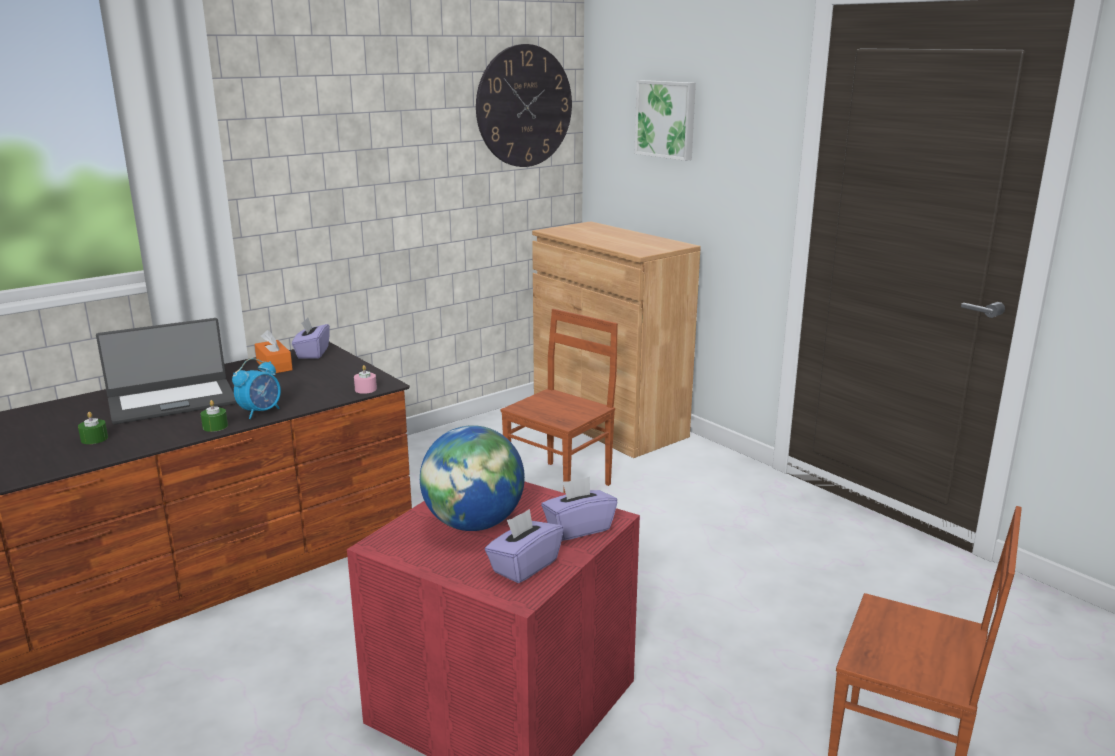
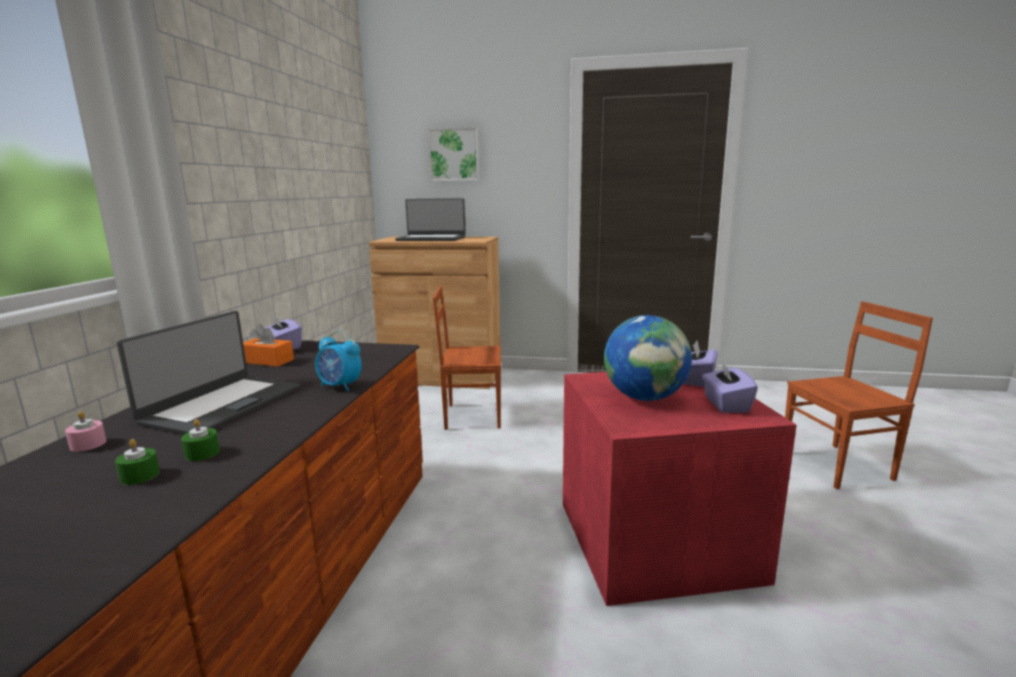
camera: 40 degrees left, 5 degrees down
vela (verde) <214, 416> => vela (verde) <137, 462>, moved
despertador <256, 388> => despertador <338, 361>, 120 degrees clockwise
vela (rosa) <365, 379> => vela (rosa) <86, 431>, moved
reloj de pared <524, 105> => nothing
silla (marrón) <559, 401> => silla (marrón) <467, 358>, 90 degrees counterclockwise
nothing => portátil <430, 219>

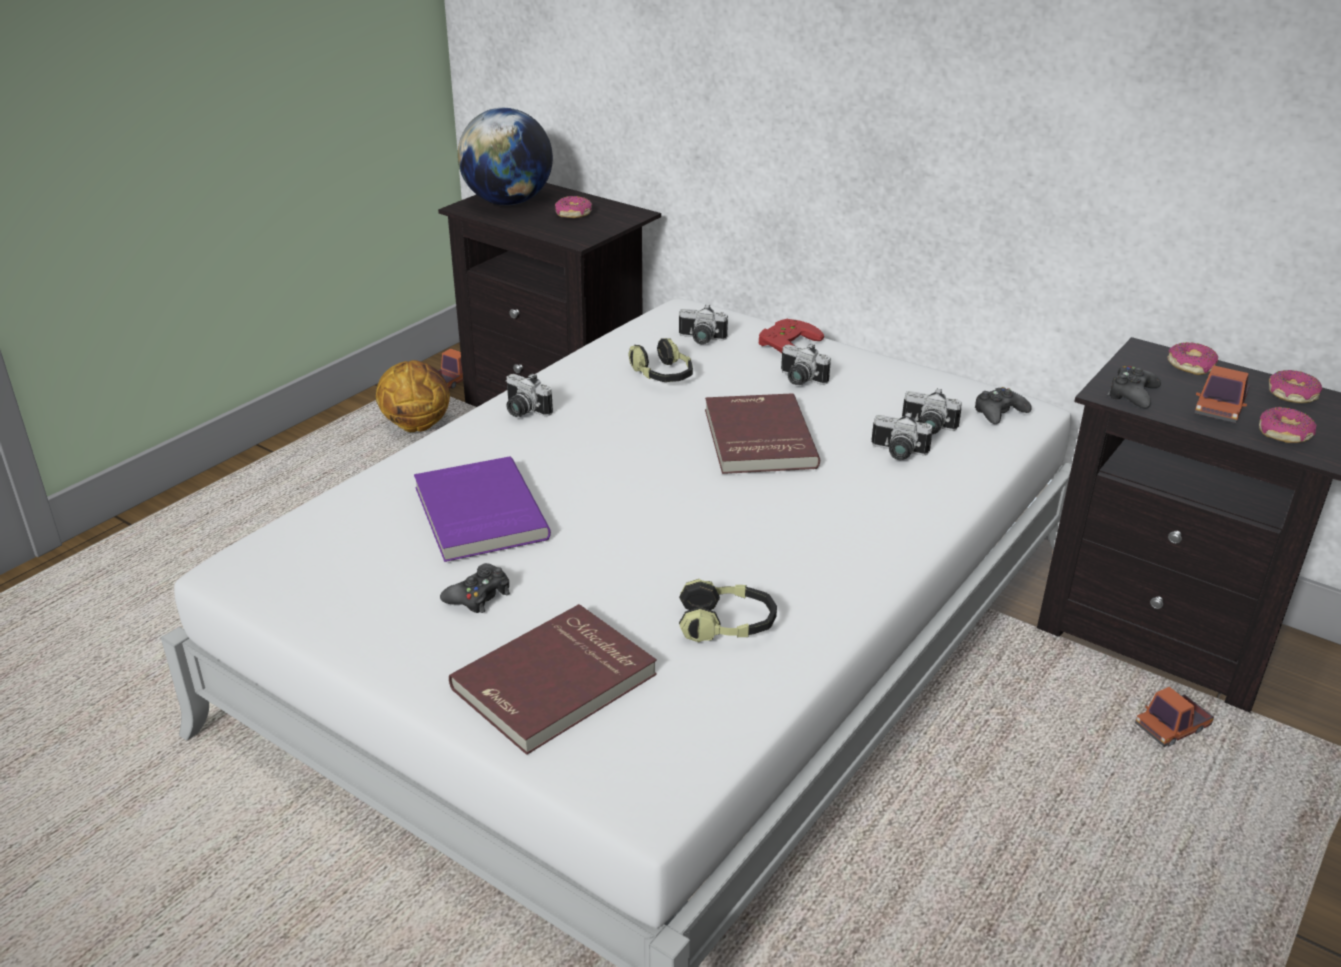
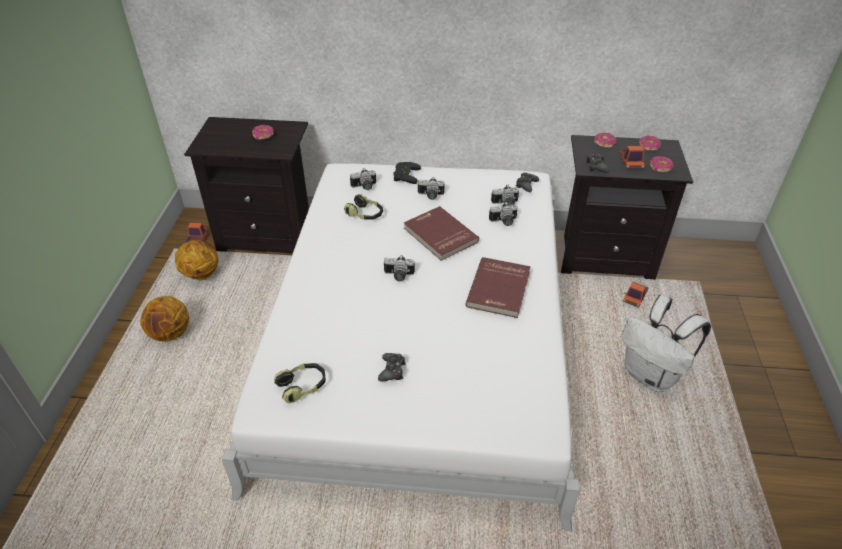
camera: 30 degrees left, 10 degrees up
libro (morado) <482, 509> => nothing
libro (rojo) <553, 679> => libro (rojo) <498, 287>, moved
globo terráqueo <505, 156> => nothing
cámara <529, 395> => cámara <399, 268>, moved
auriculares <728, 610> => auriculares <300, 383>, moved
mando de consola (rojo) <791, 336> => mando de consola (negro) <407, 173>
nothing => balón de baloncesto <164, 319>
nothing => mochila (blanco) <666, 343>

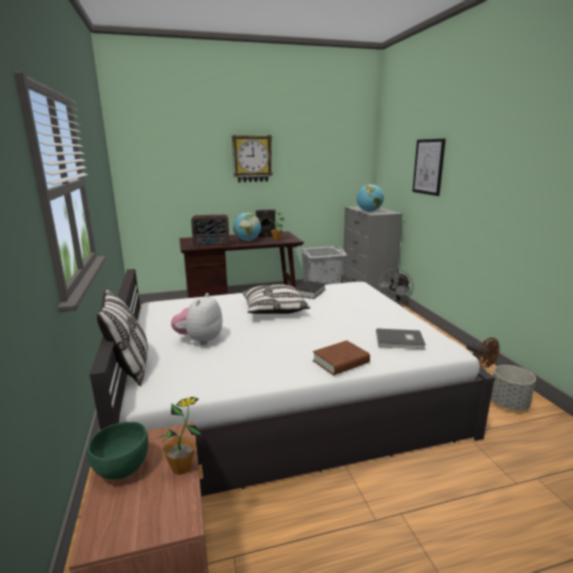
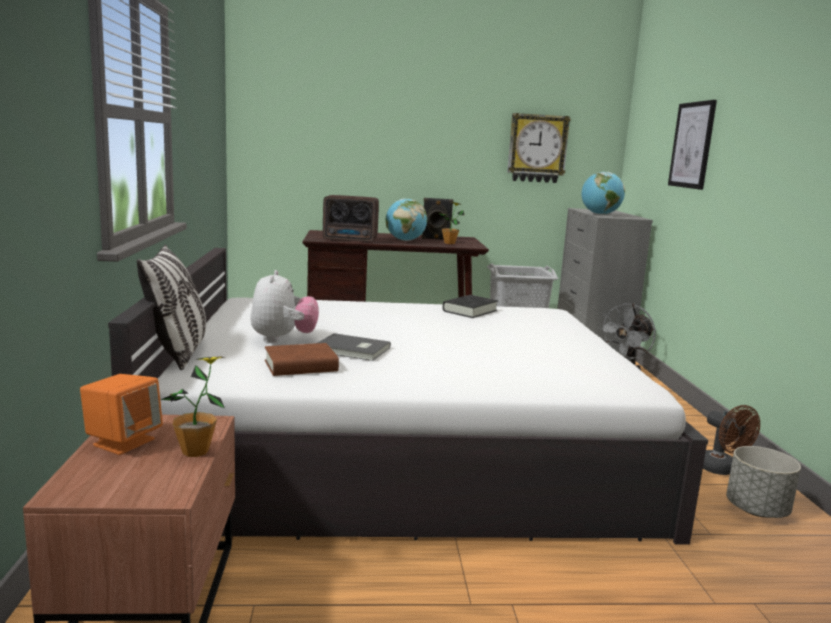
camera: 10 degrees right, 5 degrees down
cuenco (verde) <118, 450> => altavoz (naranja) <121, 414>
peluche <196, 319> => peluche <284, 306>, 150 degrees clockwise
reloj de pared <252, 158> => reloj de pared <539, 148>, moved
cojín <276, 299> => nothing
libro (marrón) <341, 357> => libro (marrón) <302, 359>, moved
libro (gris) <401, 338> => libro (gris) <354, 347>, moved

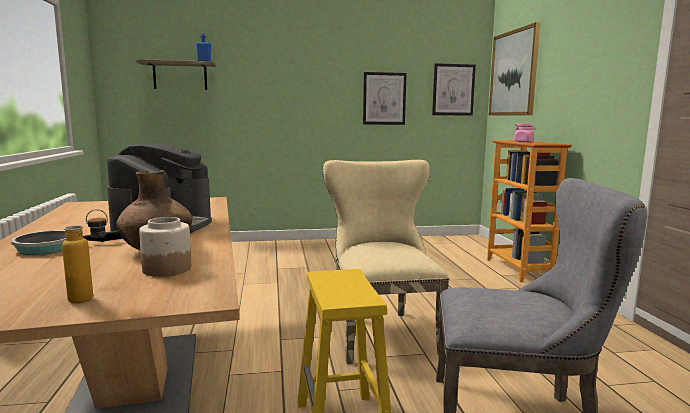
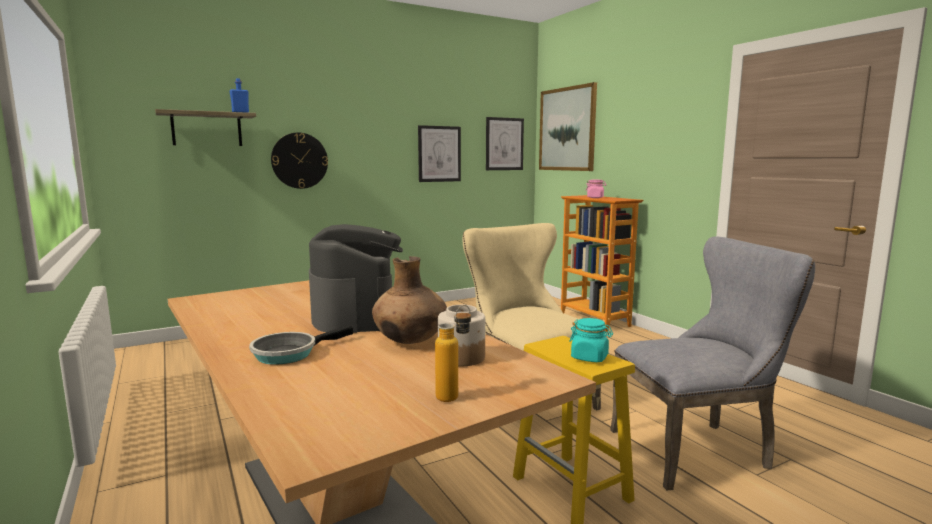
camera: 20 degrees left, 0 degrees up
nothing => reloj de pared <299, 160>
nothing => tarro (turquesa) <591, 340>

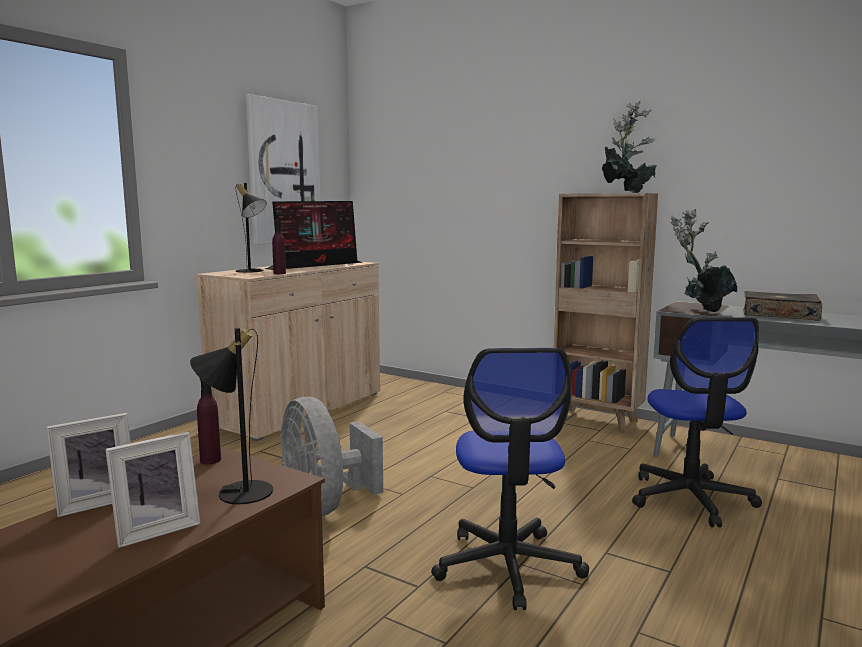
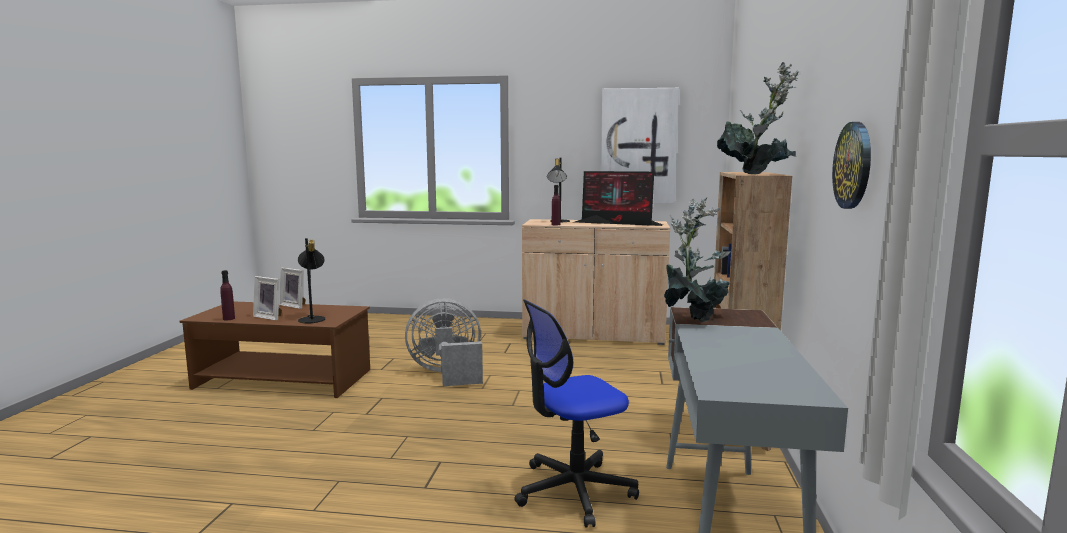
camera: 65 degrees right, 0 degrees up
botella (morado) <209, 421> => botella (morado) <227, 295>, moved
ventilador (gris) <331, 456> => ventilador (gris) <444, 342>, 45 degrees clockwise
silla de oficina <510, 479> => nothing
libro <782, 306> => nothing
nothing => reloj de pared <851, 165>

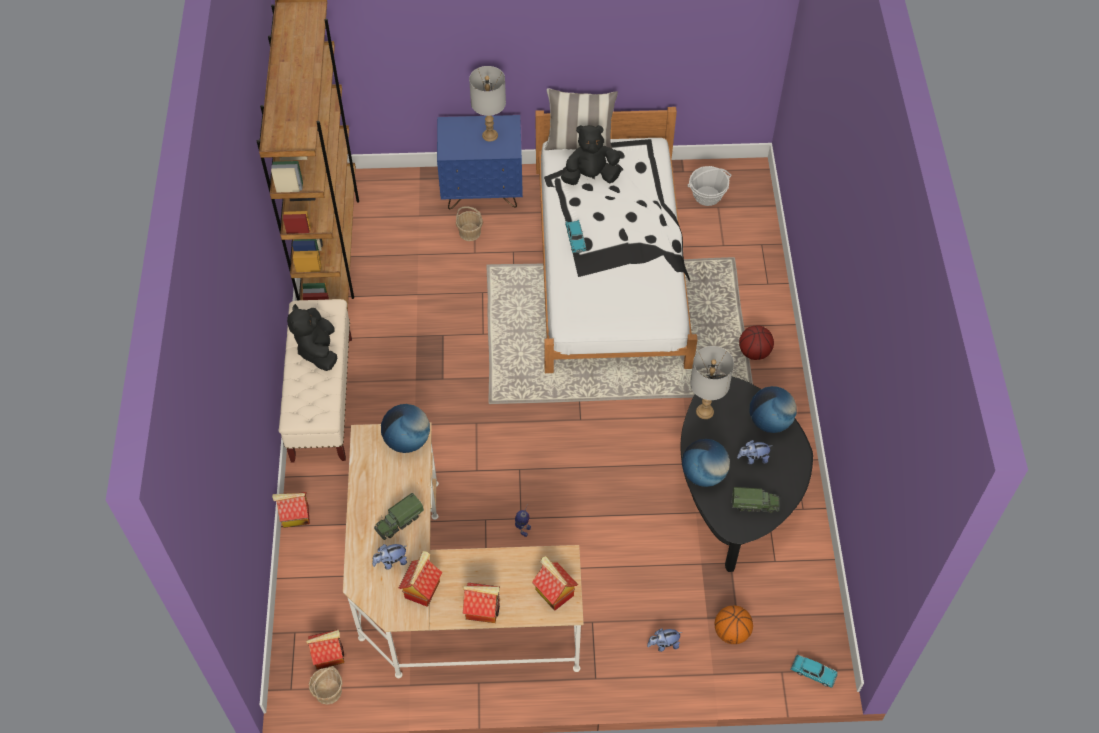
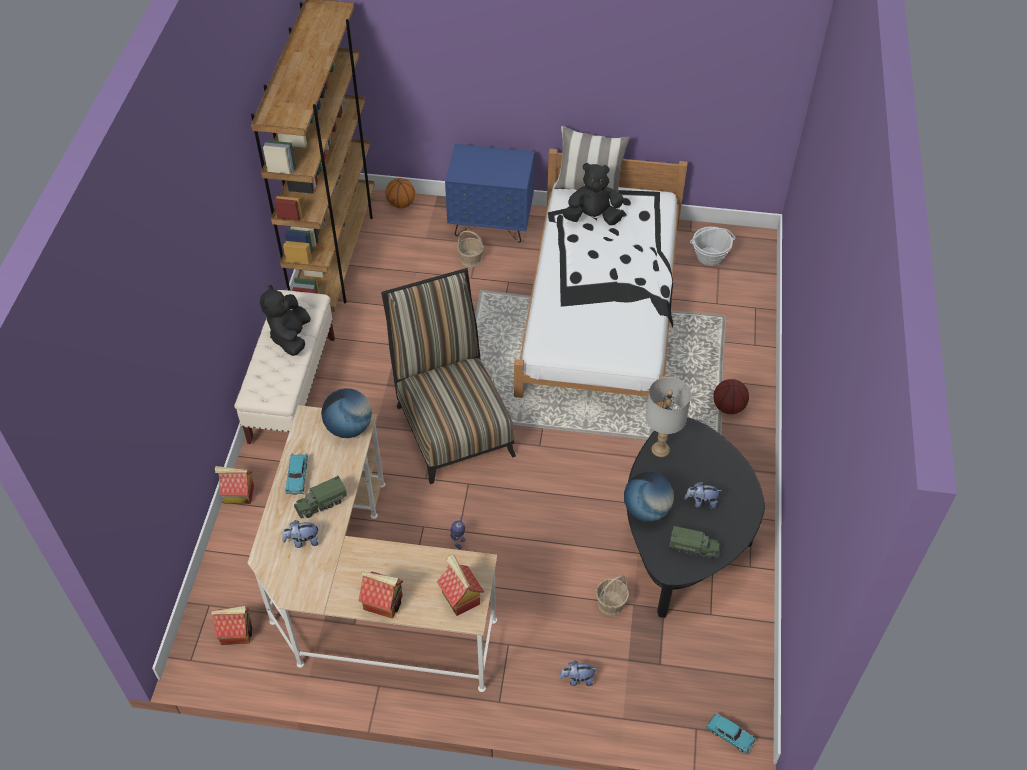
camera: 10 degrees right, 5 degrees down
cesta <326, 685> => cesta <612, 595>, moved
casita <420, 579> => nothing
lámpara de mesa (gris) <487, 104> => nothing
coche de juguete (turquesa) <575, 236> => coche de juguete (turquesa) <296, 473>, moved
balón de baloncesto <734, 625> => balón de baloncesto <400, 193>, moved
globo terráqueo <773, 409> => nothing
nothing => silla <448, 376>

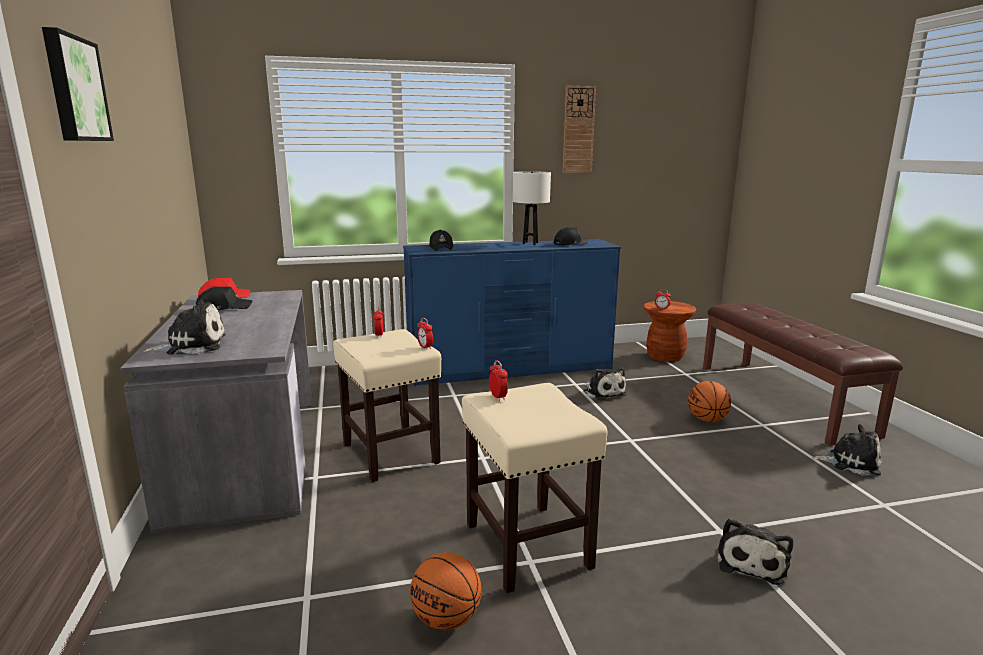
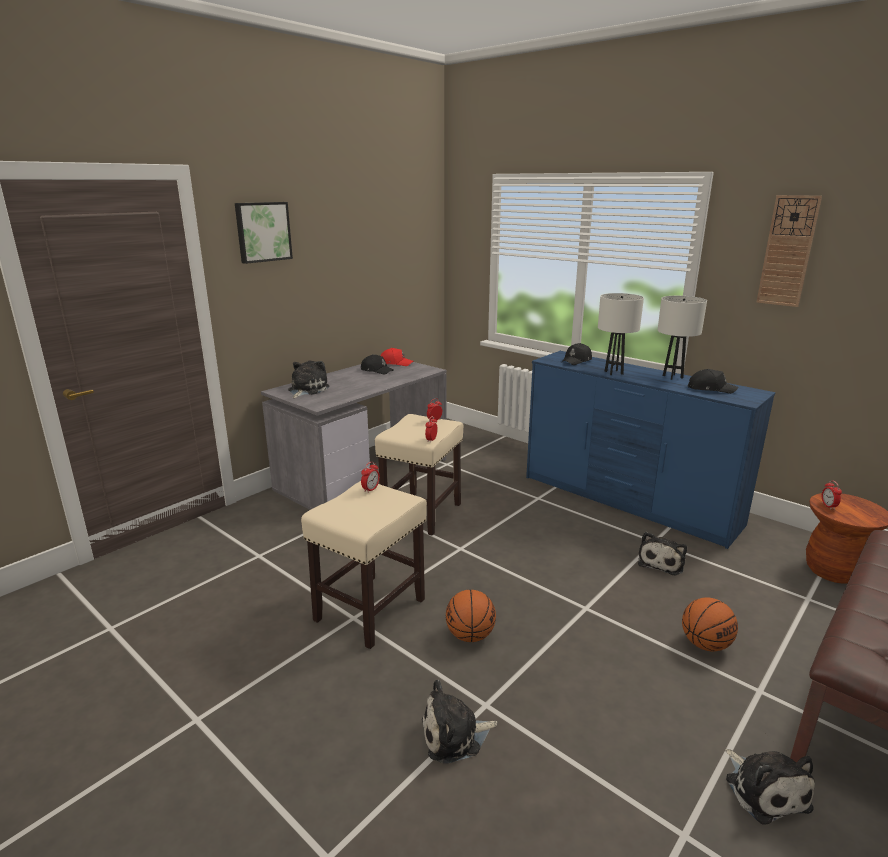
camera: 55 degrees right, 5 degrees up
peluche <184, 327> => peluche <308, 379>, 105 degrees counterclockwise
balón de baloncesto <445, 591> => balón de baloncesto <471, 616>, moved
nothing => lámpara de mesa (blanco) <621, 334>

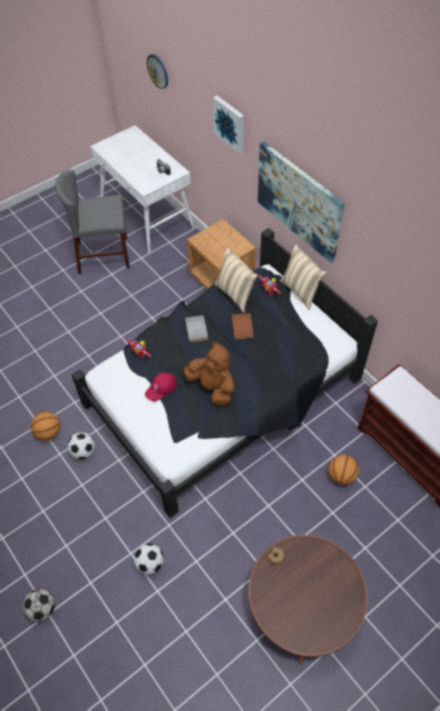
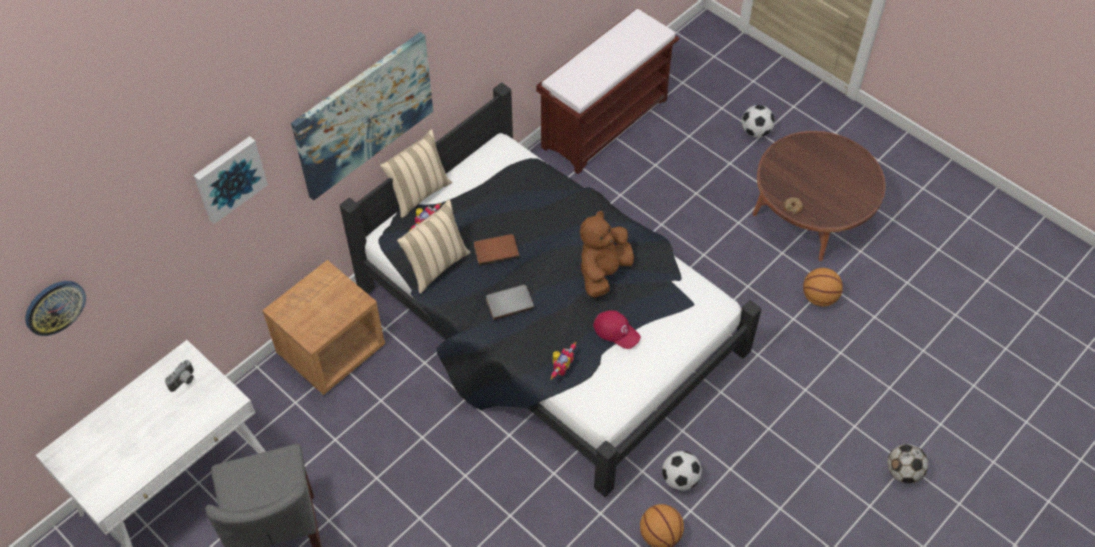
camera: 100 degrees left, 0 degrees up
balón de fútbol <149, 559> => balón de fútbol <758, 121>, moved
balón de baloncesto <344, 470> => balón de baloncesto <823, 287>, moved

